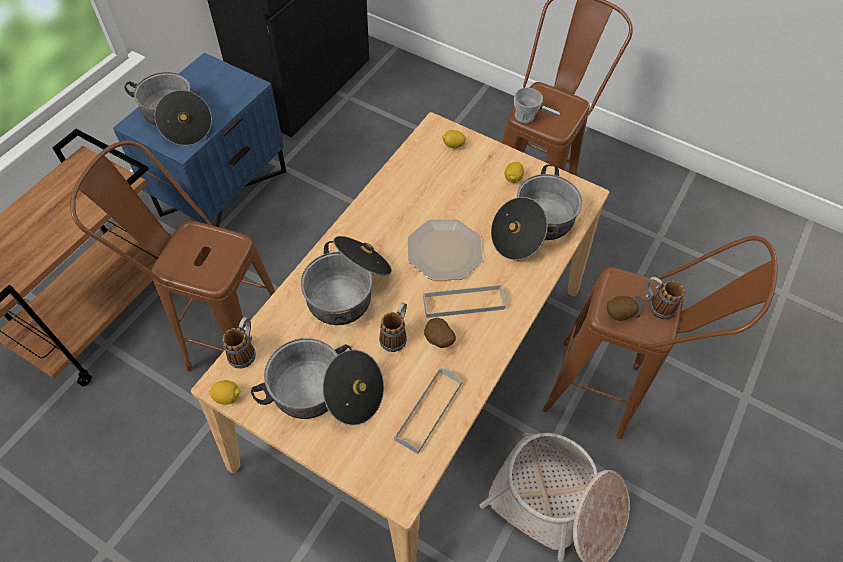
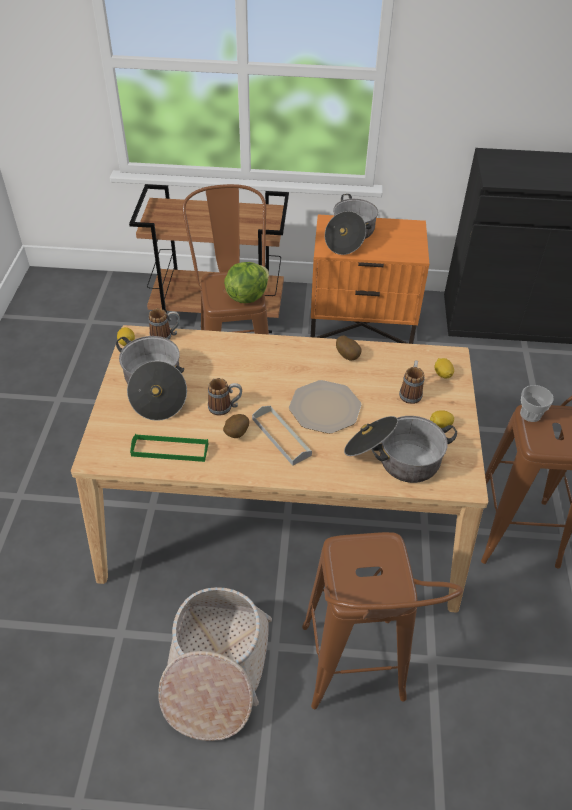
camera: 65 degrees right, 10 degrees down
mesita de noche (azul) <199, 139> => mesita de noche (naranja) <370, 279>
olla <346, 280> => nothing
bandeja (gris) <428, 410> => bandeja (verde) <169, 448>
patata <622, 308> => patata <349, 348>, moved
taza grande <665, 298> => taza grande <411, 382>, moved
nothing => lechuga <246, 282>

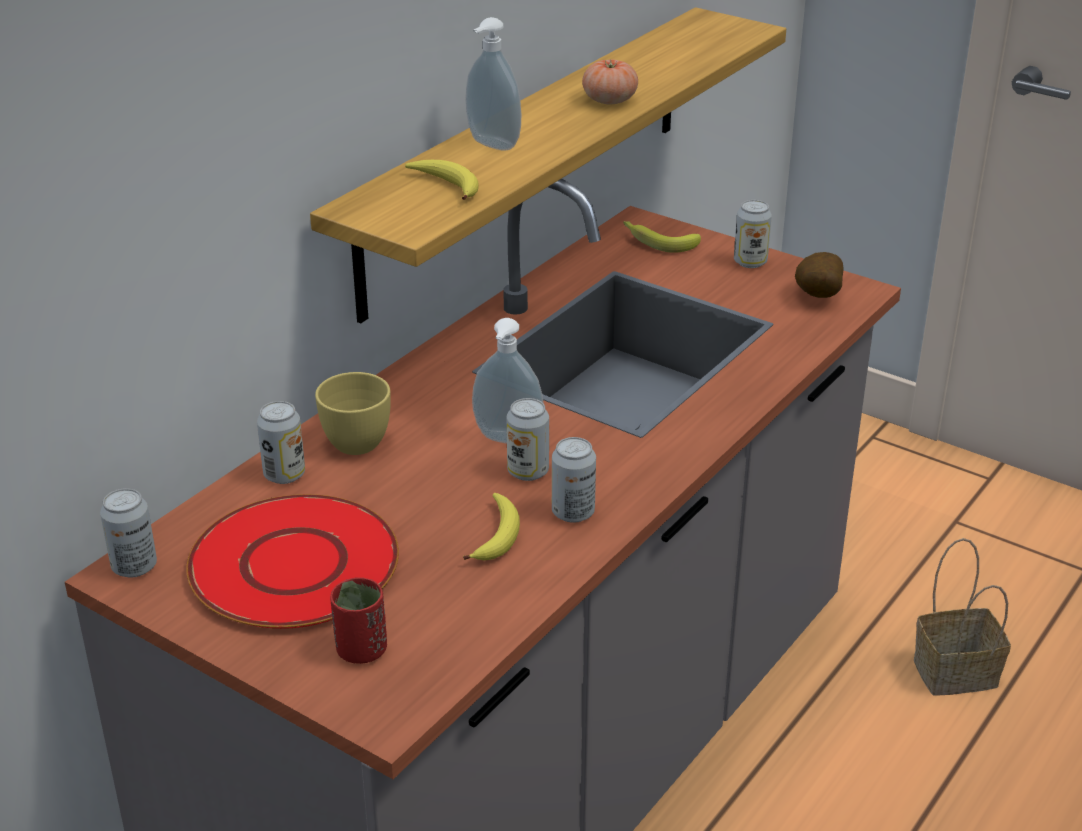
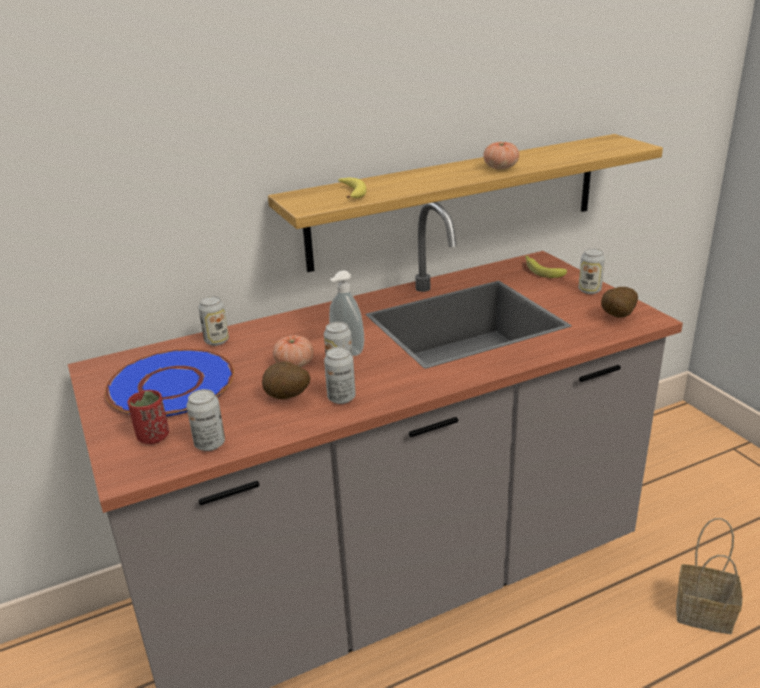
camera: 30 degrees right, 5 degrees down
lata <128, 532> => lata <205, 420>, moved
plato (rojo) <292, 561> => plato (azul) <169, 382>
taza (amarillo) <353, 413> => nothing
plátano <491, 526> => patata <286, 380>
dispensador de jabón <493, 84> => nothing
nothing => tomate <293, 351>

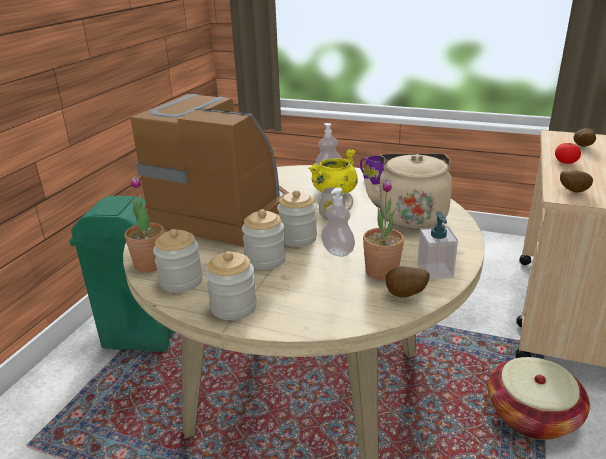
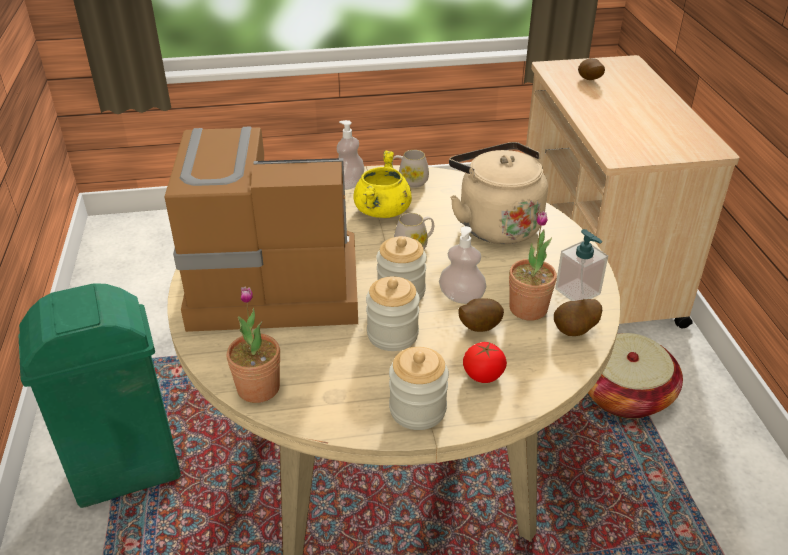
camera: 30 degrees left, 10 degrees up
tarro <178, 261> => nothing
taza grande (morado) <373, 169> => taza grande (blanco) <410, 169>
tomate <568, 153> => tomate <485, 362>, moved
patata <576, 181> => patata <481, 315>, moved

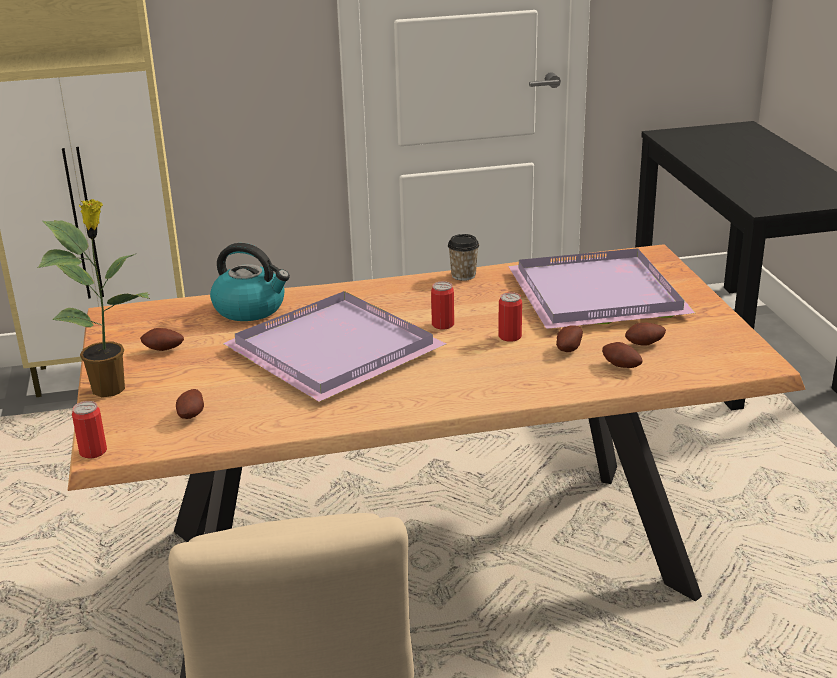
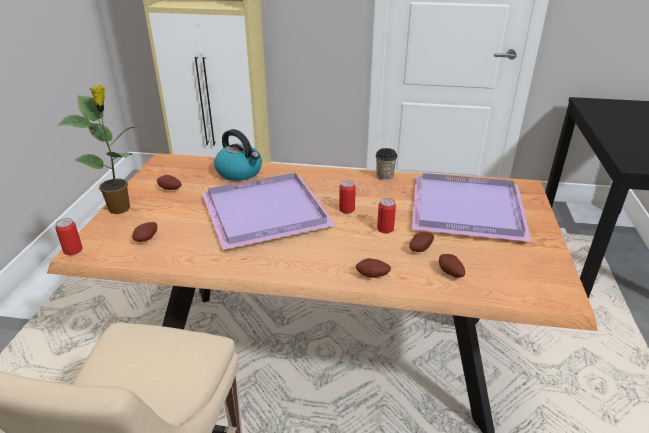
camera: 20 degrees right, 5 degrees up
patata <645, 334> => patata <373, 268>, moved

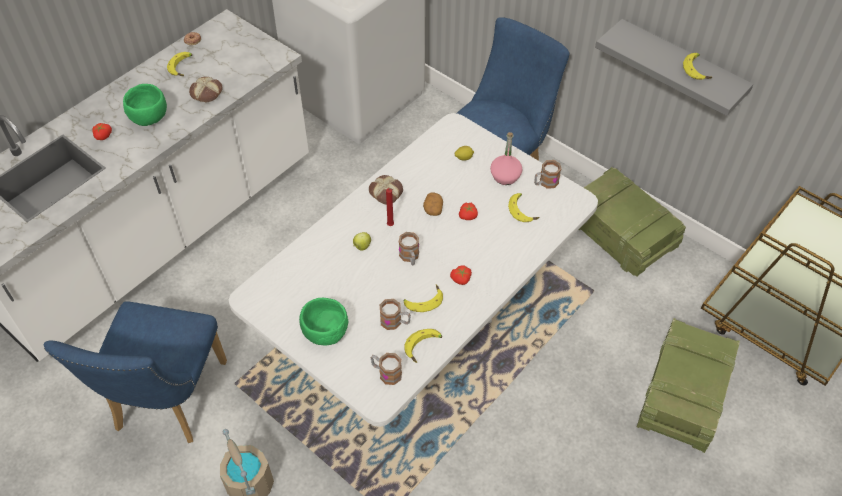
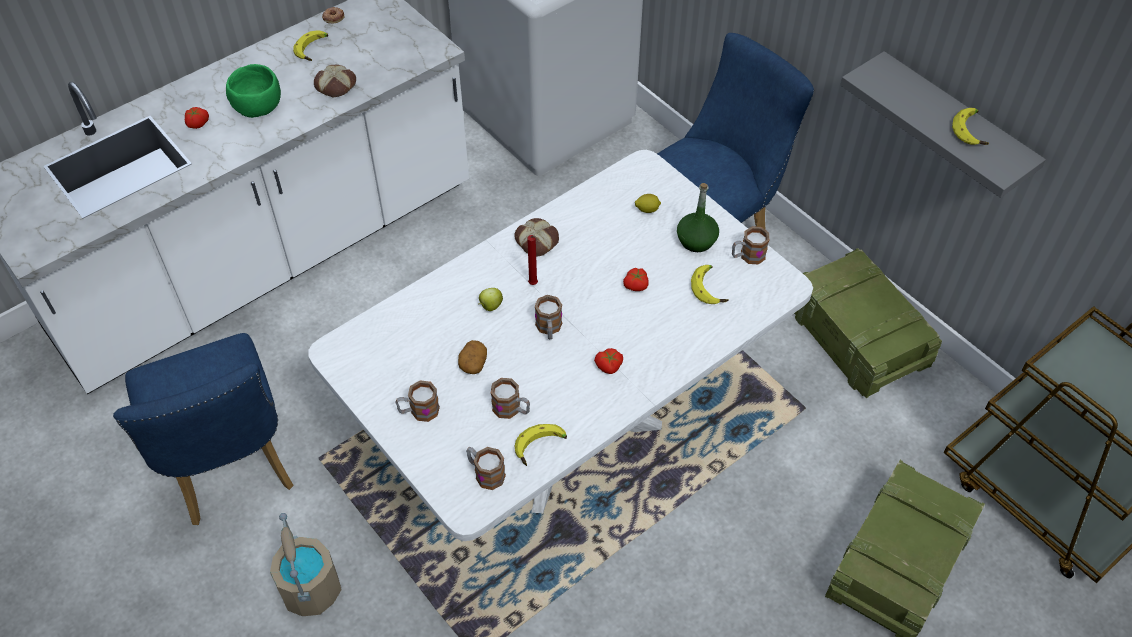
camera: 10 degrees right, 0 degrees up
silla (azul) <135, 372> => silla (azul) <203, 429>, 45 degrees counterclockwise
cuenco (verde) <324, 322> => taza grande <418, 401>
plátano <423, 298> => nothing
patata <433, 204> => patata <472, 357>, moved
botella (rosa) <506, 158> => botella (verde) <698, 217>

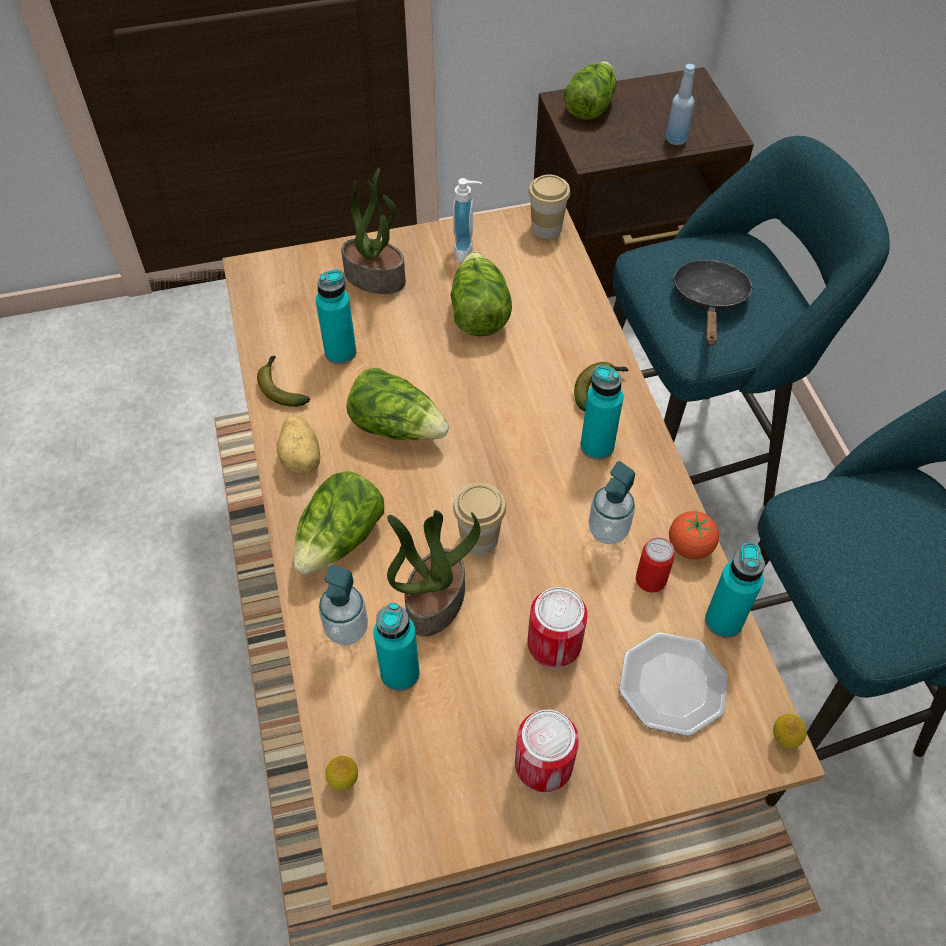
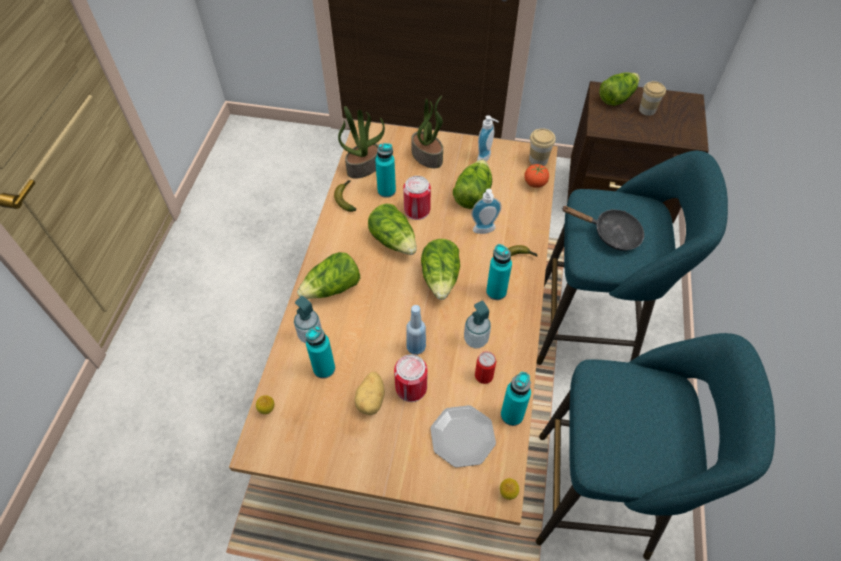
camera: 25 degrees right, 0 degrees up
patata <298, 444> => patata <369, 393>, moved
planta en maceta <433, 573> => planta en maceta <361, 142>, moved
taza <479, 519> => taza <652, 98>, moved
lata <547, 751> => lata <417, 198>, moved
botella (azul) <680, 104> => botella (azul) <416, 330>, moved
tomate <694, 535> => tomate <536, 176>, moved
sartén (negro) <713, 302> => sartén (negro) <603, 228>, 75 degrees clockwise
nothing => lechuga <440, 269>
nothing => dispensador de jabón <486, 211>

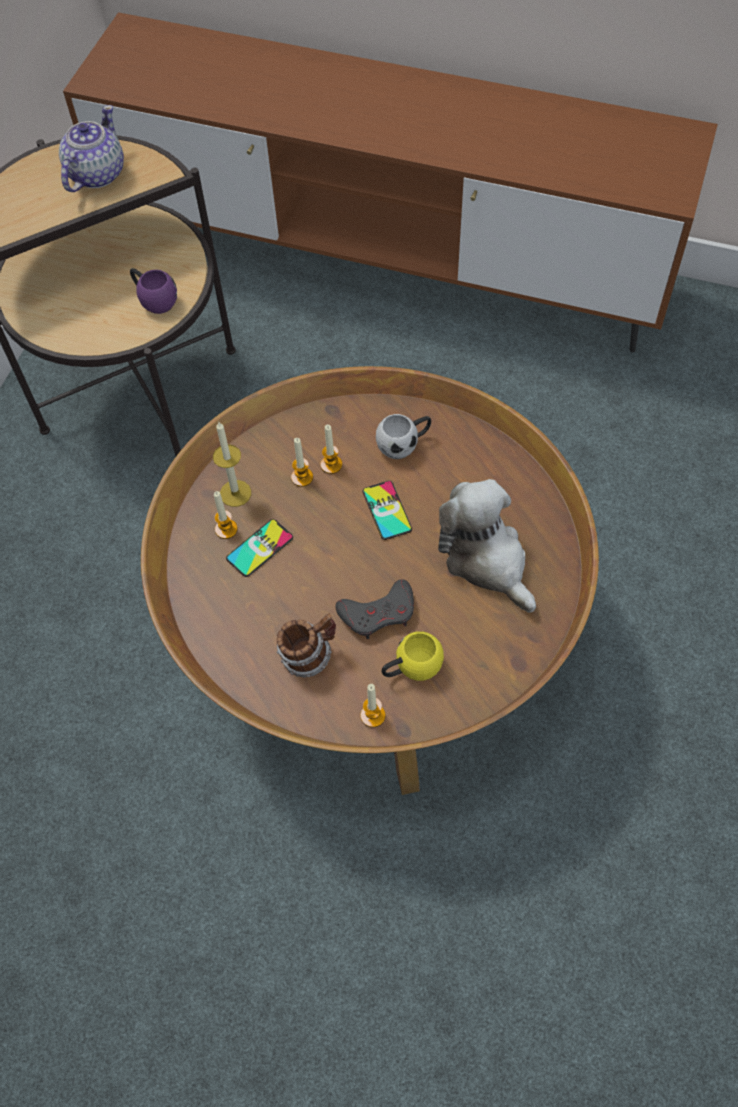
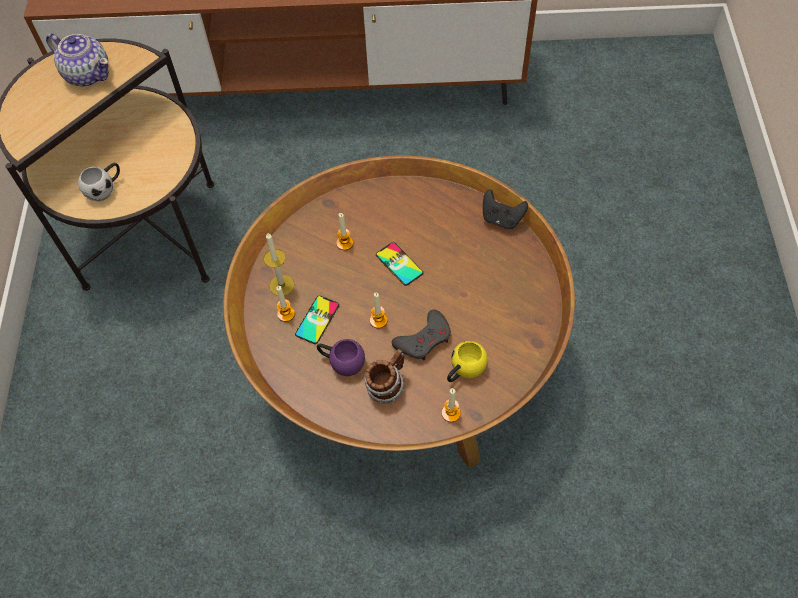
camera: 20 degrees left, 0 degrees up
tetera <91, 148> => tetera <77, 60>, 120 degrees clockwise
taza grande (morado) <153, 291> => taza grande (morado) <341, 357>, moved
vela <302, 462> => vela <379, 310>, moved
taza grande (blanco) <403, 436> => taza grande (blanco) <99, 182>, moved
peluche <487, 545> => nothing
nothing => mando de consola (negro) <505, 209>

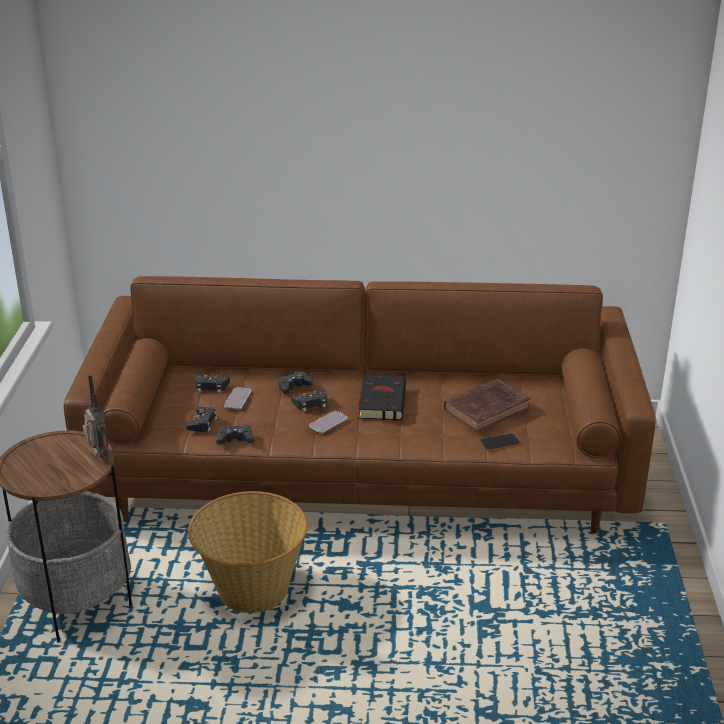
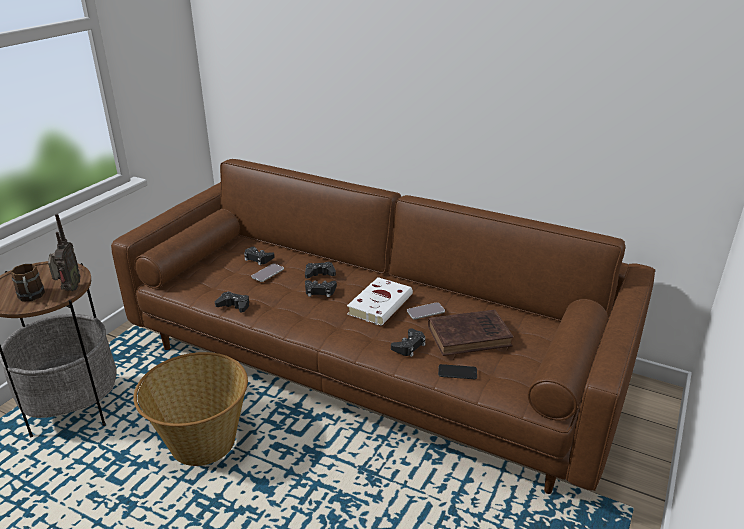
camera: 25 degrees right, 0 degrees up
mando de consola (negro) <201, 419> => mando de consola (negro) <408, 342>, moved
móvil <328, 422> => móvil <426, 310>, moved
libro (negro) <382, 398> => libro (blanco) <380, 301>
nothing => taza grande (marrón) <28, 282>

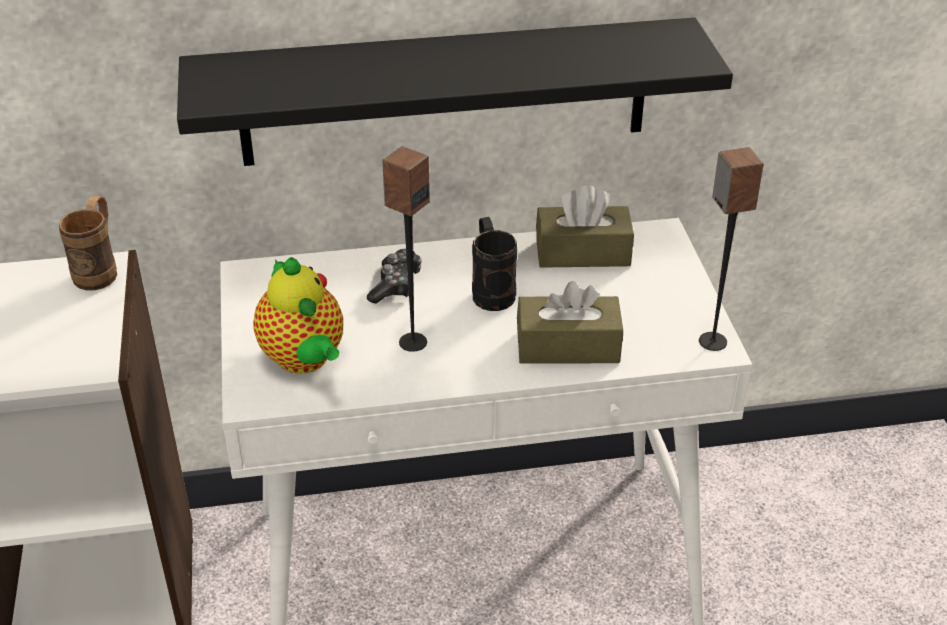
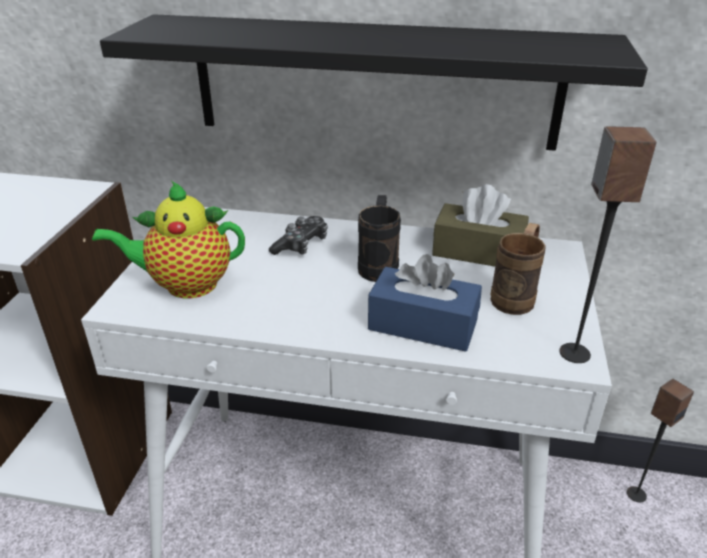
camera: 20 degrees right, 5 degrees down
taza grande (marrón) <88, 243> => taza grande (marrón) <518, 269>, moved
tetera <298, 315> => tetera <168, 239>, 90 degrees clockwise
altavoz <406, 249> => altavoz <660, 440>, moved
caja de pañuelos (marrón) <570, 322> => caja de pañuelos (azul) <425, 303>

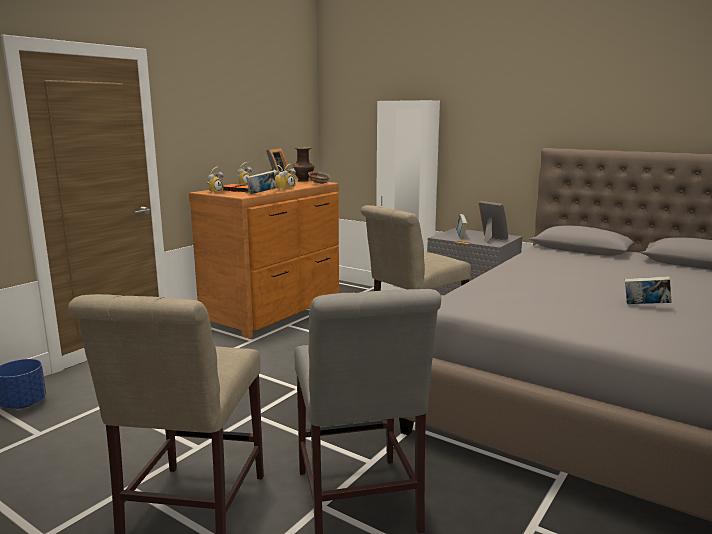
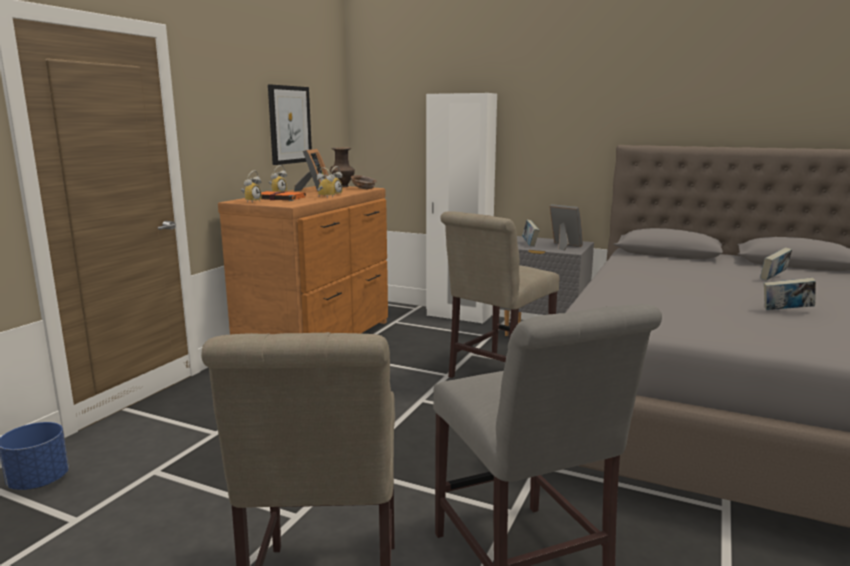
camera: 10 degrees left, 0 degrees up
libro <261, 182> => libro <776, 264>, moved
nothing => cuadro <290, 125>

